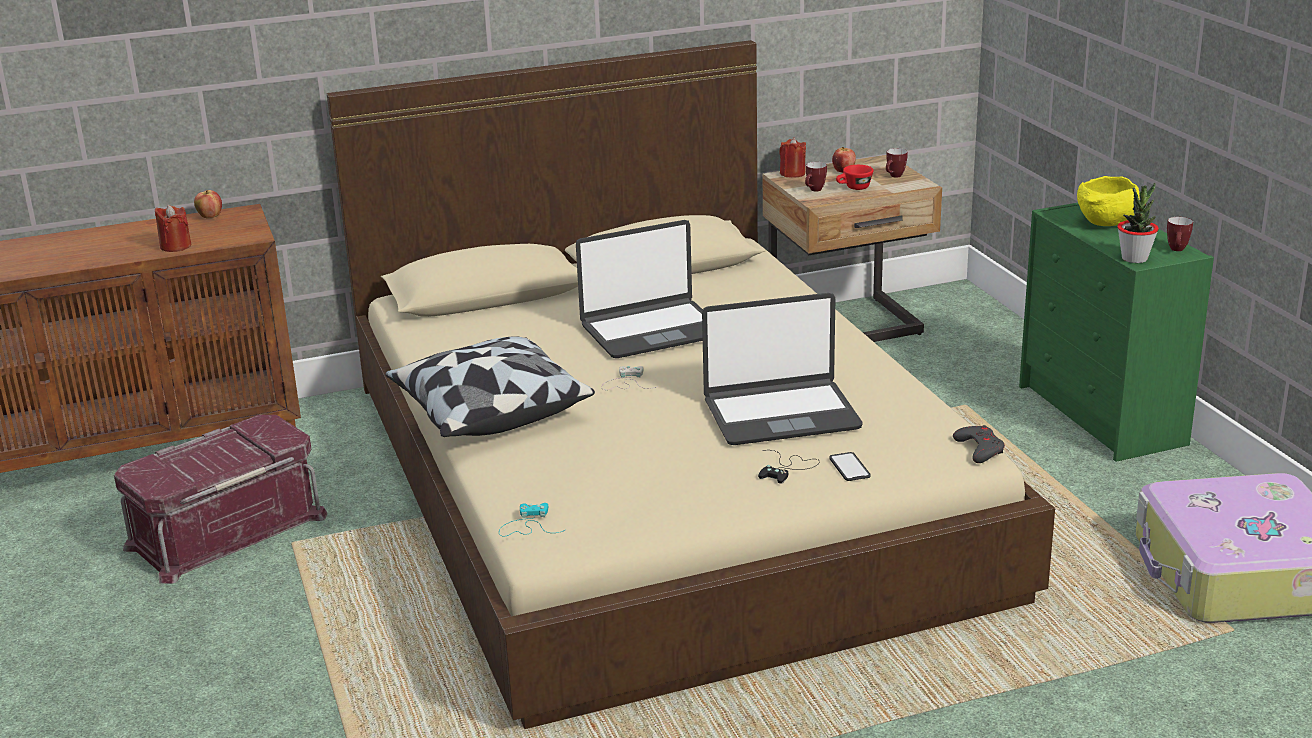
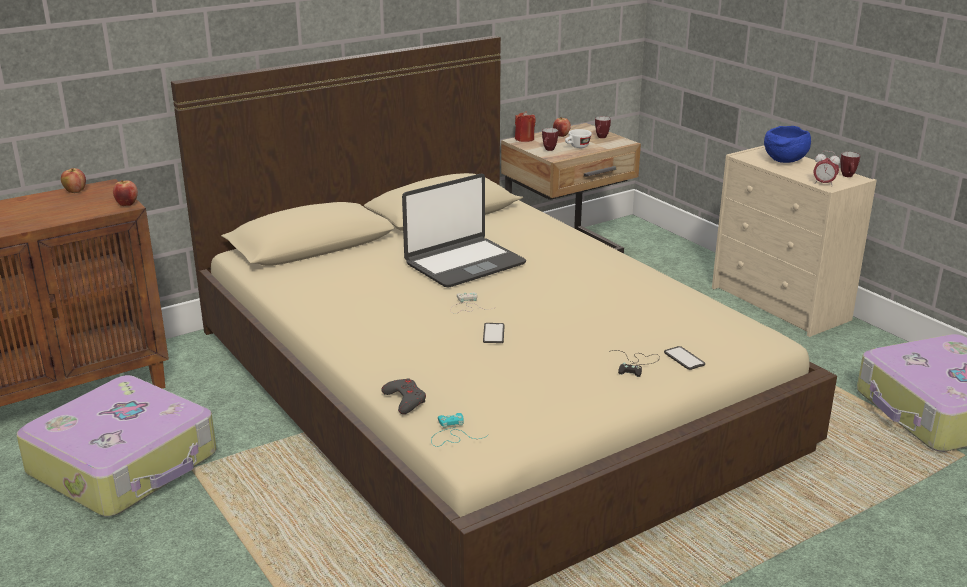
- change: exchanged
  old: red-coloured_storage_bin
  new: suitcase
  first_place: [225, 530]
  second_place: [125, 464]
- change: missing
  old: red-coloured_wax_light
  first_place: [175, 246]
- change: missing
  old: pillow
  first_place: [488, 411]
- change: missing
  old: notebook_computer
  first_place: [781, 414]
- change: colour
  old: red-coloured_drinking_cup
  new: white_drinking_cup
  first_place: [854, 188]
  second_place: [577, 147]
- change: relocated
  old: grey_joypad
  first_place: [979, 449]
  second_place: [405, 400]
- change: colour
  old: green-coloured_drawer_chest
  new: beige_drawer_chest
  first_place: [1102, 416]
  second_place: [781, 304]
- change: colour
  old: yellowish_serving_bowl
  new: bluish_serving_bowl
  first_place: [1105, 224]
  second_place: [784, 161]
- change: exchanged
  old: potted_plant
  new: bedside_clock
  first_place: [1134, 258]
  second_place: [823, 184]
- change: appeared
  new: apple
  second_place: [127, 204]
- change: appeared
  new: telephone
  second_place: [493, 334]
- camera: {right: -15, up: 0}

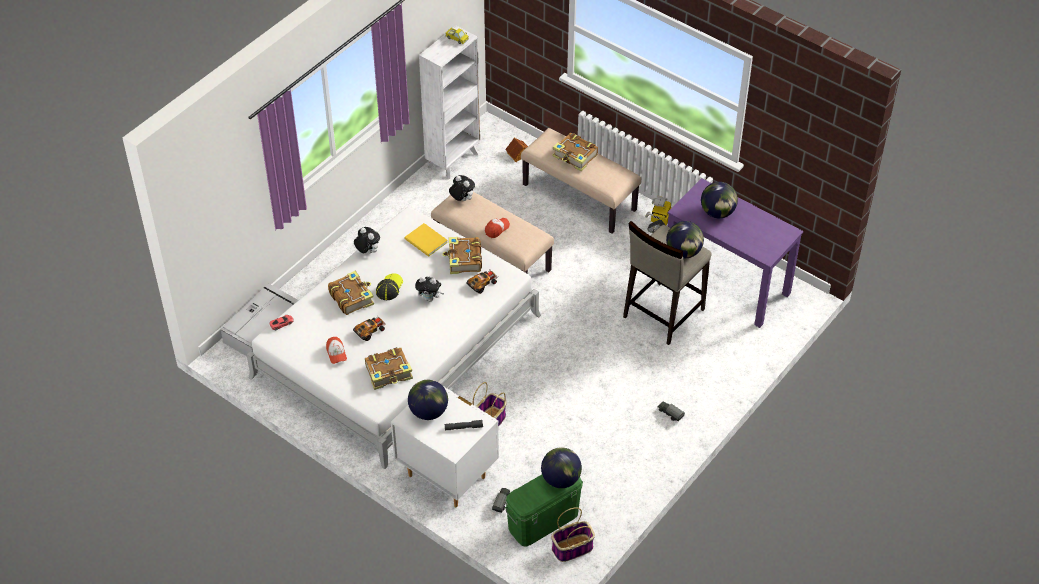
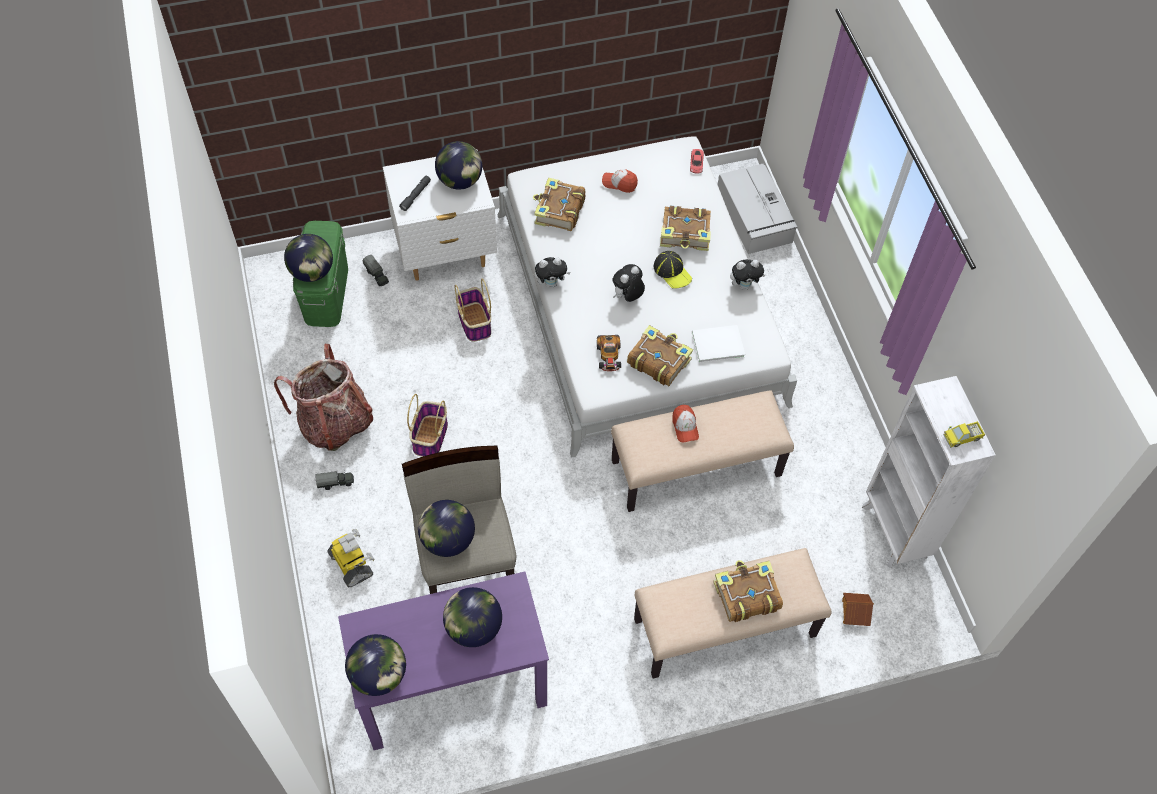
- change: missing
  old: toy_car
  first_place: [370, 330]
- change: colour
  old: yellowish_book
  new: white_book
  first_place: [426, 242]
  second_place: [716, 343]
- change: relocated
  old: plush_toy
  first_place: [462, 199]
  second_place: [551, 283]
- change: relocated
  old: storage_basket
  first_place: [572, 548]
  second_place: [430, 436]
- change: relocated
  old: model_robot
  first_place: [660, 223]
  second_place: [352, 564]
- change: appeared
  new: backpack
  second_place: [334, 423]
- change: appeared
  new: globe
  second_place: [379, 675]
- camera: {right: 125, up: 10}

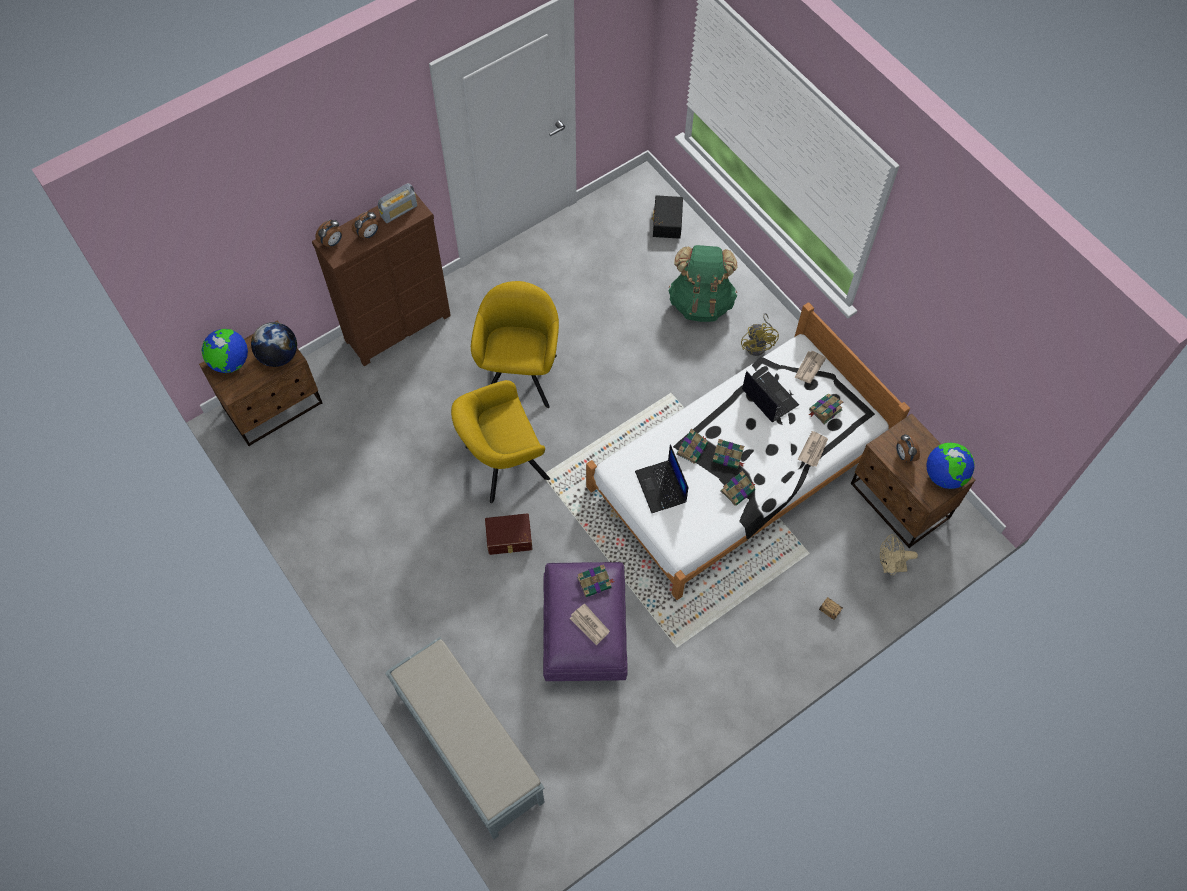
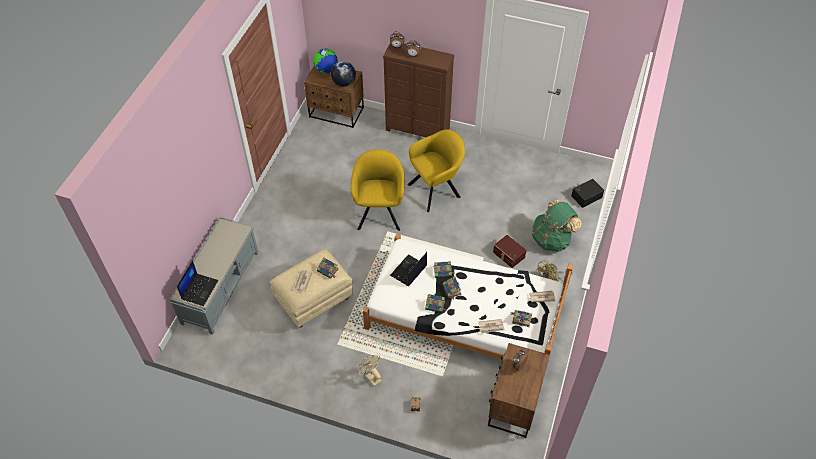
- change: missing
  old: radio_receiver
  first_place: [399, 211]
- change: spun
  old: yellowish_easy_chair
  first_place: [502, 464]
  second_place: [379, 212]
  degrees: 60
- change: relocated
  old: brownish_storage_bin
  first_place: [509, 539]
  second_place: [508, 255]
- change: colour
  old: purple-coloured_pouffe
  new: beige_pouffe
  first_place: [584, 633]
  second_place: [314, 299]
- change: relocated
  old: notebook_computer
  first_place: [768, 397]
  second_place: [199, 289]
- change: relocated
  old: beige_fan
  first_place: [889, 566]
  second_place: [371, 377]
- change: missing
  old: globe
  first_place: [944, 476]
- camera: {right: 55, up: -10}

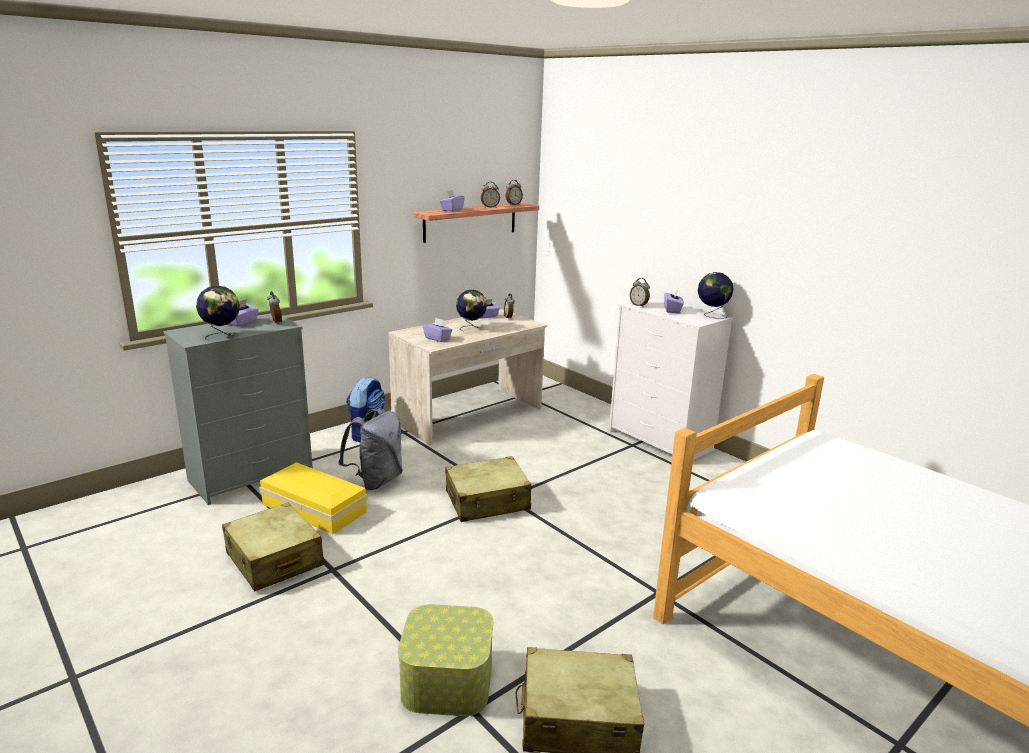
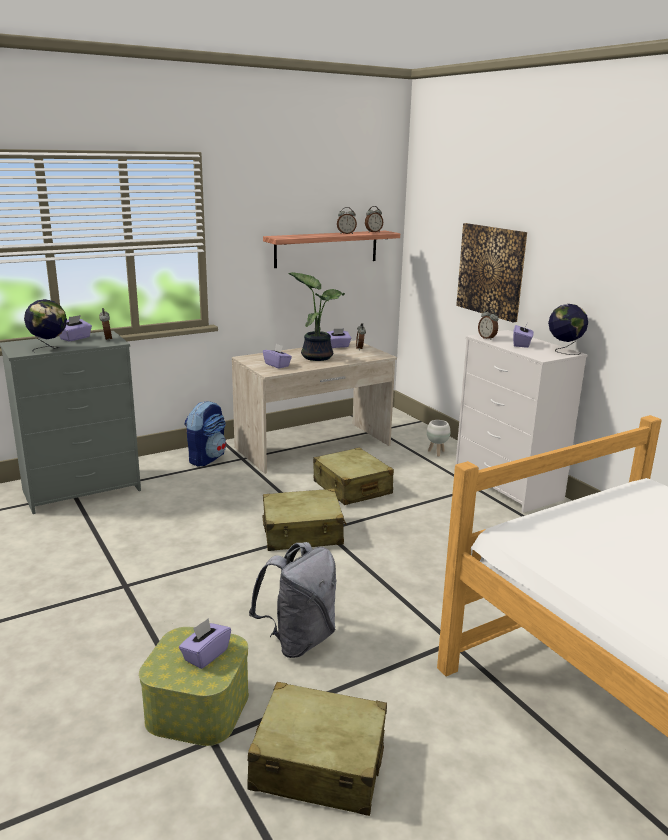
- change: relocated
  old: beige_suitcase
  first_place: [274, 560]
  second_place: [352, 488]
- change: missing
  old: yellowish_storage_bin
  first_place: [314, 507]
- change: relocated
  old: grey_backpack
  first_place: [376, 481]
  second_place: [298, 640]
- change: relocated
  old: purple-coloured_tissue_holder
  first_place: [452, 210]
  second_place: [205, 655]
- change: exchanged
  old: globe
  new: potted_plant
  first_place: [471, 328]
  second_place: [316, 356]
- change: appeared
  new: white_planter
  second_place: [436, 453]
- change: appeared
  new: wall_art
  second_place: [491, 271]
- camera: {right: 10, up: 0}

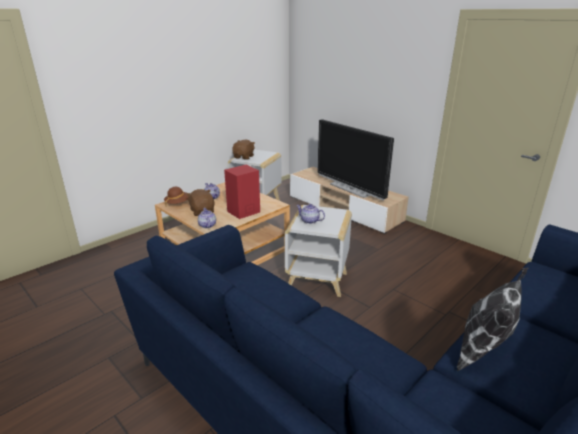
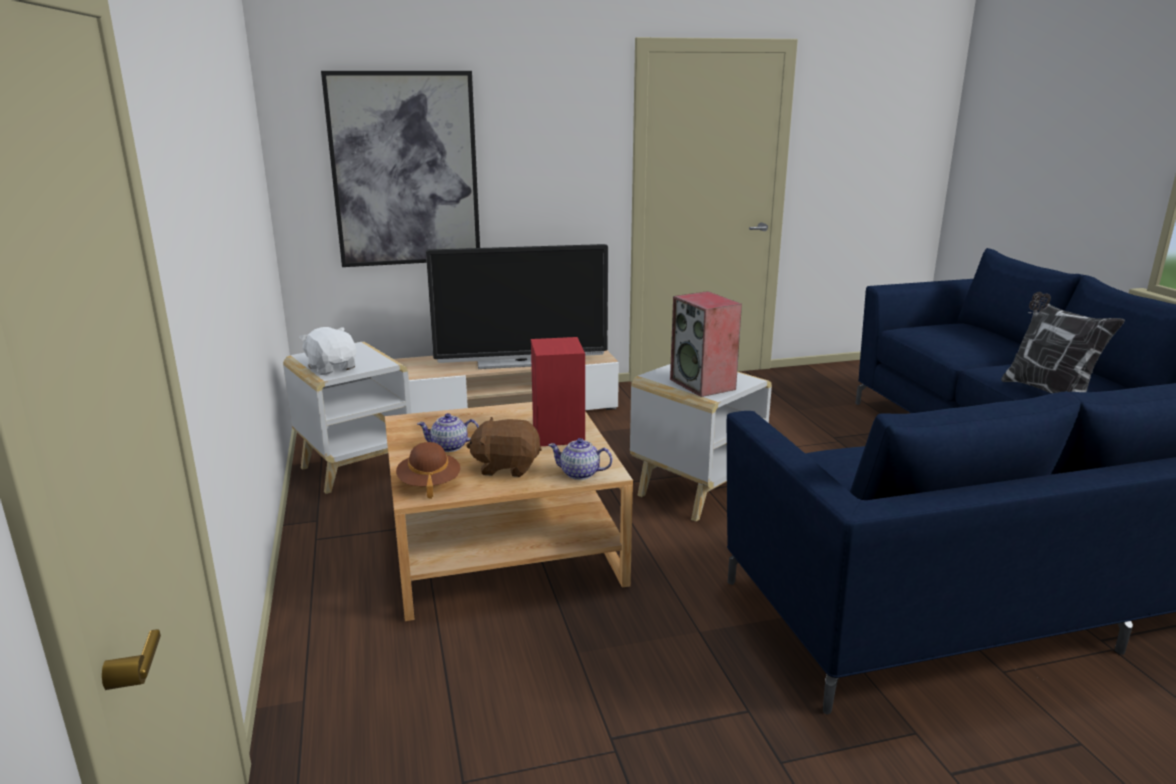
- change: colour
  old: brownish_plush_toy
  new: white_plush_toy
  first_place: [244, 157]
  second_place: [332, 368]
- change: exchanged
  old: teapot
  new: loudspeaker
  first_place: [310, 221]
  second_place: [703, 384]
- change: appeared
  new: wall_art
  second_place: [405, 170]
- camera: {right: -60, up: -5}

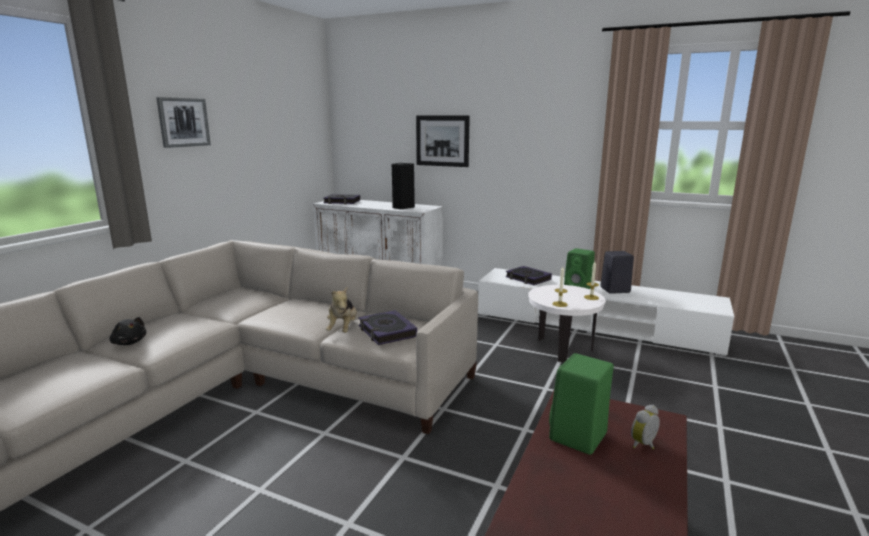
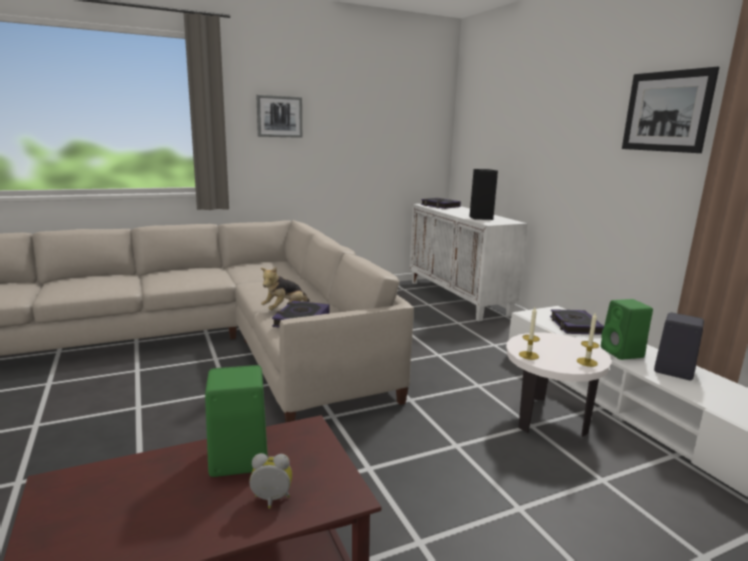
- change: missing
  old: black_plush_toy
  first_place: [129, 342]
- change: relocated
  old: wall_art
  first_place: [442, 141]
  second_place: [666, 111]
- camera: {right: 40, up: 0}

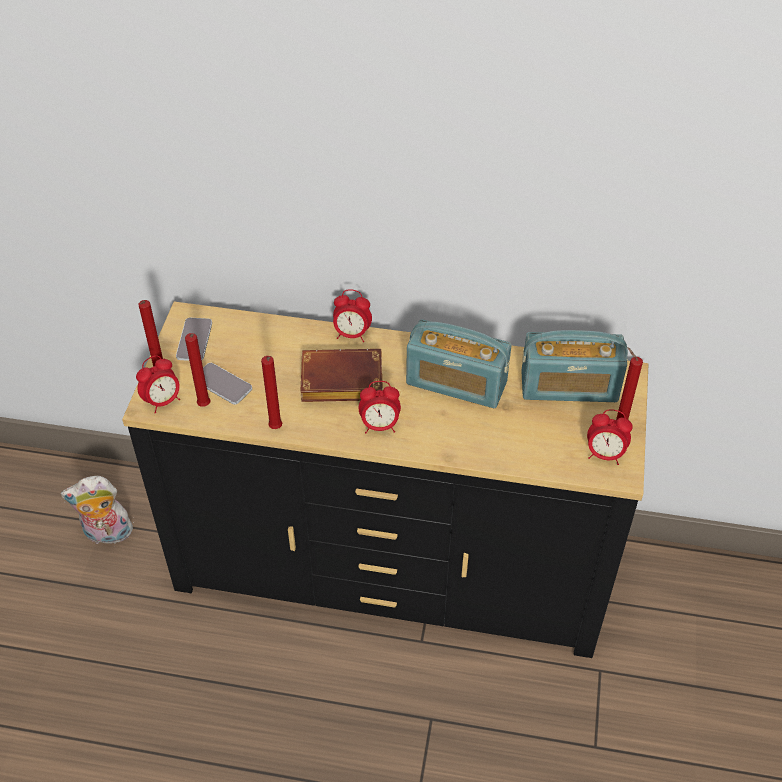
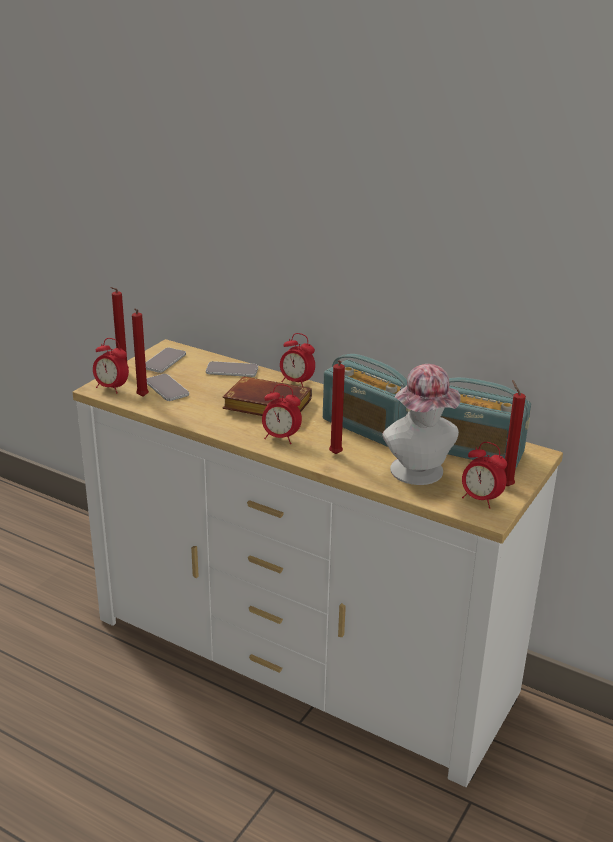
- change: missing
  old: plush_toy
  first_place: [107, 535]
- change: colour
  old: black_drawer_chest
  new: white_drawer_chest
  first_place: [391, 565]
  second_place: [302, 655]
- change: spun
  old: bedside_clock
  first_place: [163, 401]
  second_place: [111, 388]
  degrees: 45
- change: relocated
  old: red-coloured_wax_light
  first_place: [276, 429]
  second_place: [335, 455]
- change: appeared
  new: telephone
  second_place: [232, 370]
- change: appeared
  new: clothing_hat
  second_place: [420, 474]
- camera: {right: 20, up: -20}

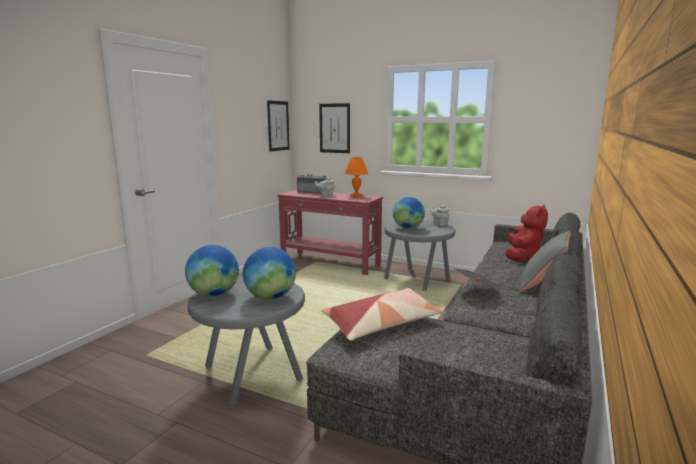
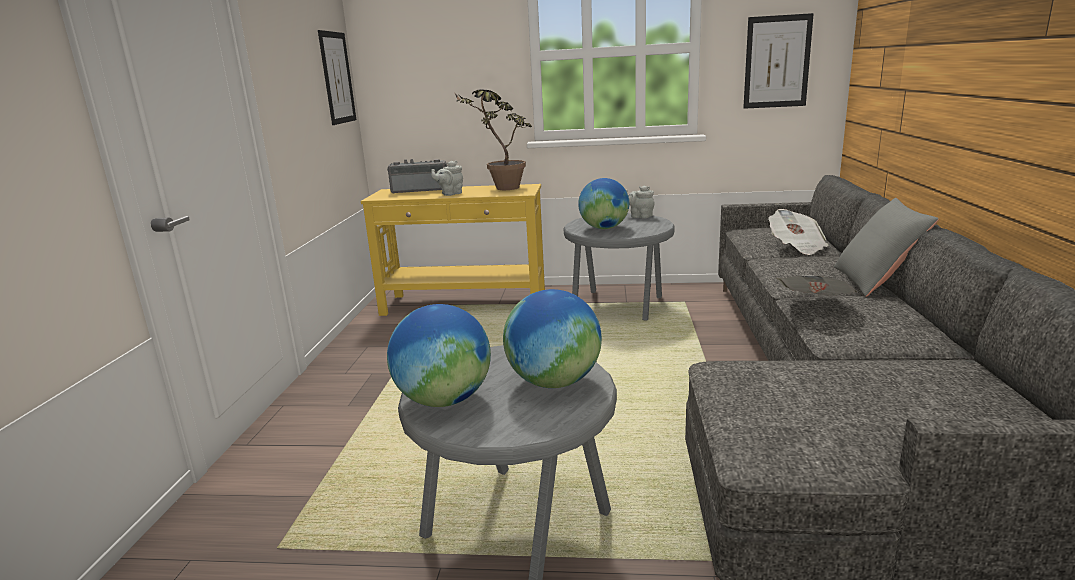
- change: colour
  old: red-coloured_hall_table
  new: yellowish_hall_table
  first_place: [330, 263]
  second_place: [465, 304]
- change: relocated
  old: wall_art
  first_place: [334, 128]
  second_place: [777, 62]
- change: missing
  old: pillow
  first_place: [382, 324]
- change: exchanged
  old: orange_lamp_for_a_table
  new: potted_plant
  first_place: [356, 196]
  second_place: [499, 188]
- change: exchanged
  old: red-coloured_plush_toy
  new: daily_paper
  first_place: [522, 257]
  second_place: [796, 247]
- camera: {right: -20, up: 5}

